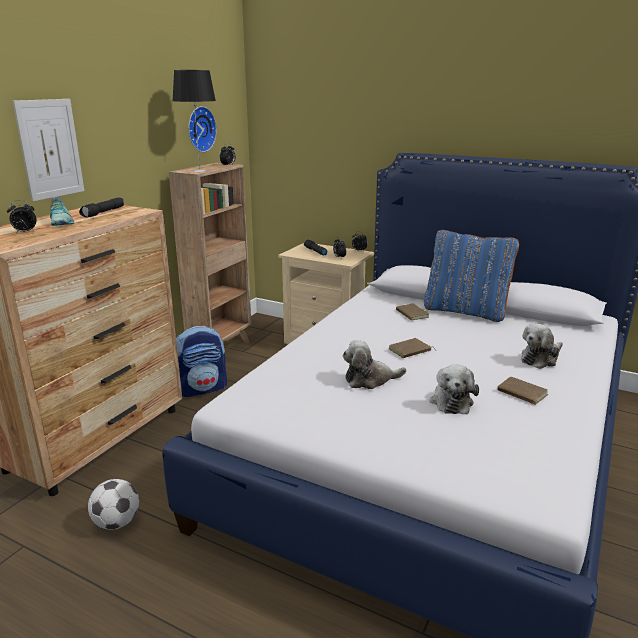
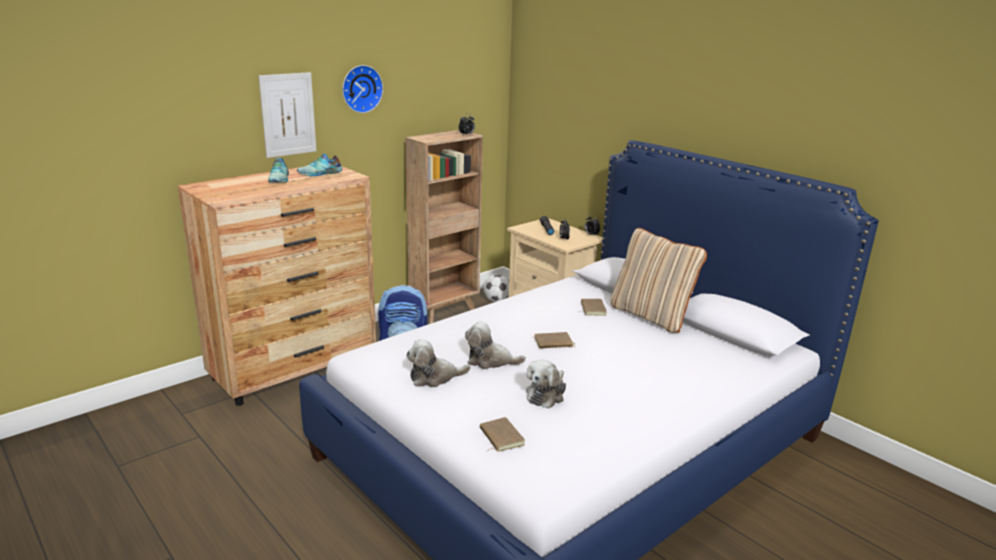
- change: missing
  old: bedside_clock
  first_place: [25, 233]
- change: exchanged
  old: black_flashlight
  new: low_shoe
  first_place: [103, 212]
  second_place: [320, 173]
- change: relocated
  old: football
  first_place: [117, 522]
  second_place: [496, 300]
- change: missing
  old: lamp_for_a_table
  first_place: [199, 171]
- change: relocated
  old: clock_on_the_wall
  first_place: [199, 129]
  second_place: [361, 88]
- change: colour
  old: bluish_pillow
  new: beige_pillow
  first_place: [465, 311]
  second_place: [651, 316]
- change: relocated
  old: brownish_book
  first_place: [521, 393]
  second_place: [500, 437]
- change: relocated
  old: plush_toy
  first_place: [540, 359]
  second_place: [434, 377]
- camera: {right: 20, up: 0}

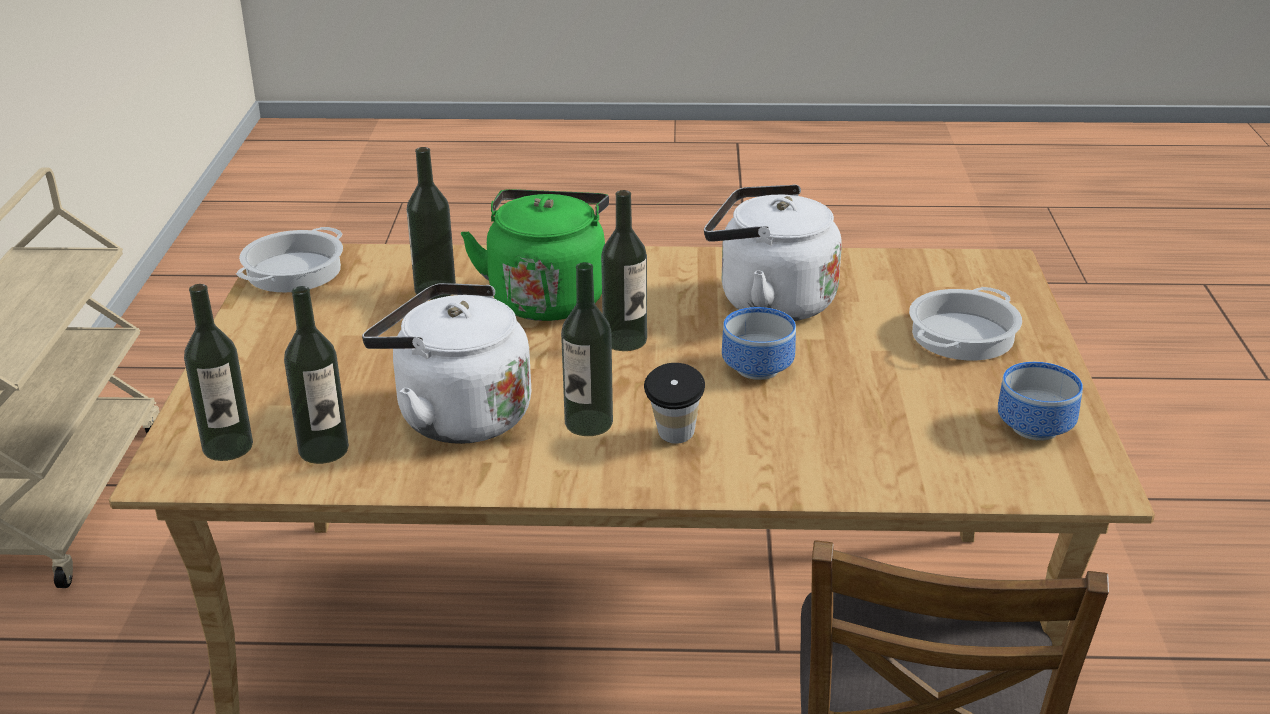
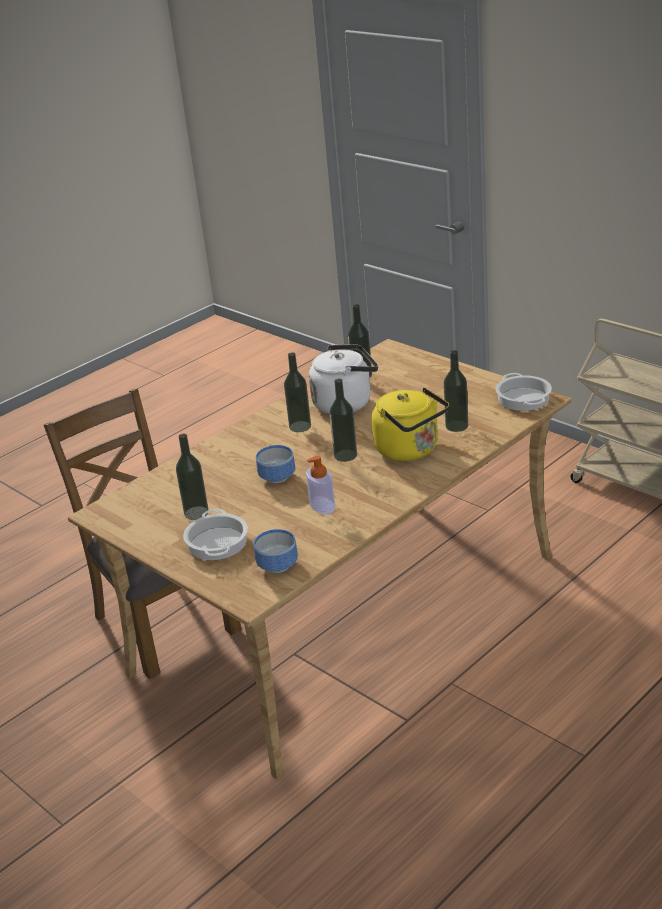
- change: relocated
  old: bottle
  first_place: [228, 447]
  second_place: [196, 513]
- change: colour
  old: green-coloured_tea_kettle
  new: yellowish_tea_kettle
  first_place: [547, 297]
  second_place: [410, 450]
- change: missing
  old: drinking_cup
  first_place: [674, 441]
- change: exchanged
  old: white_tea_kettle
  new: liquid_soap_bottle
  first_place: [769, 302]
  second_place: [322, 505]
- change: relocated
  old: serving_bowl
  first_place: [1032, 426]
  second_place: [279, 565]
- camera: {right: 135, up: 0}

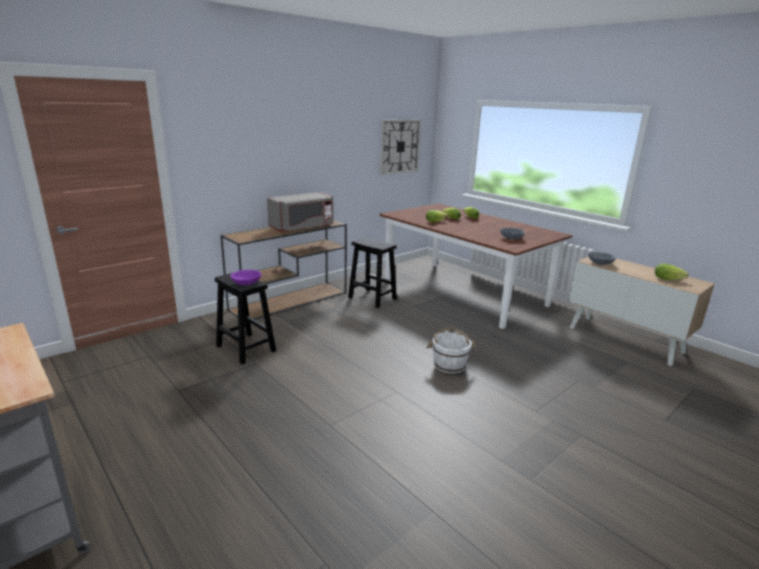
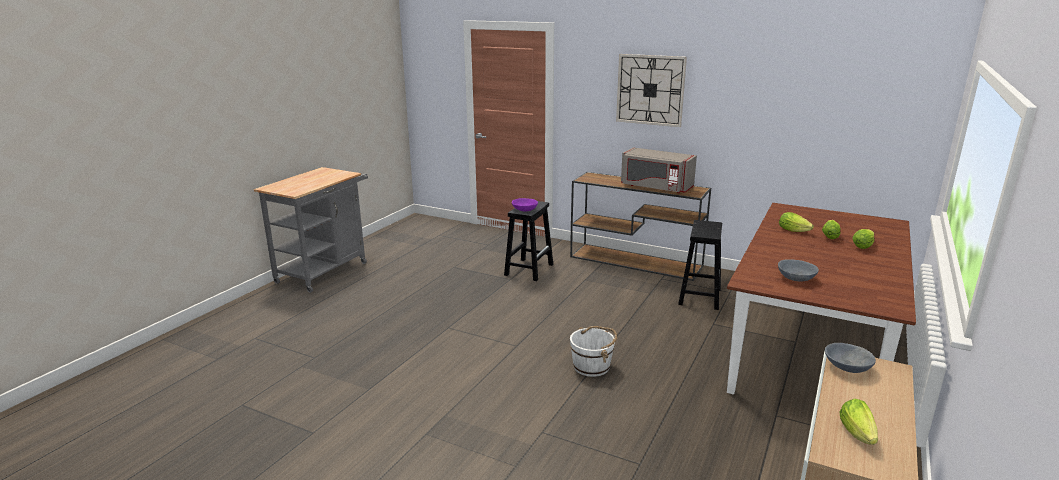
- change: relocated
  old: clock_on_the_wall
  first_place: [400, 146]
  second_place: [650, 90]
- camera: {right: 70, up: 0}

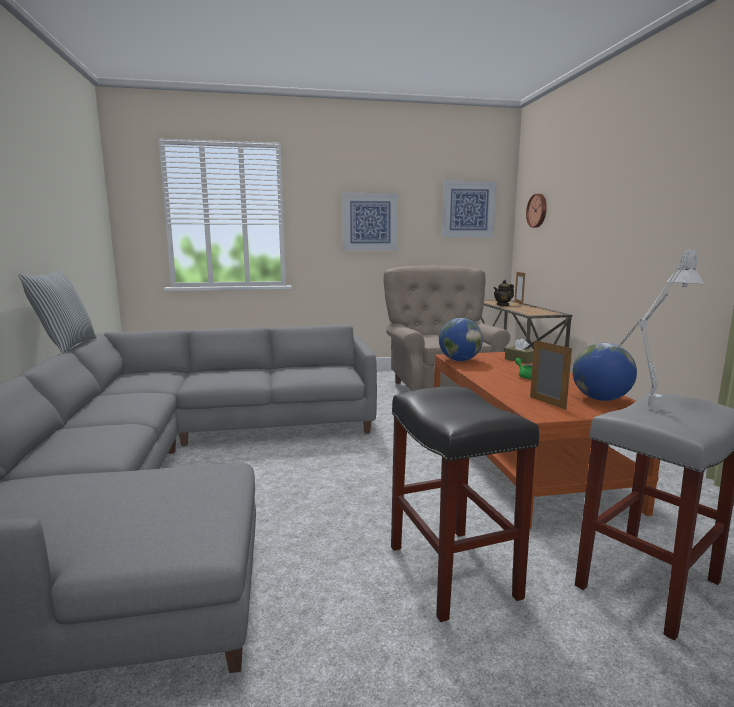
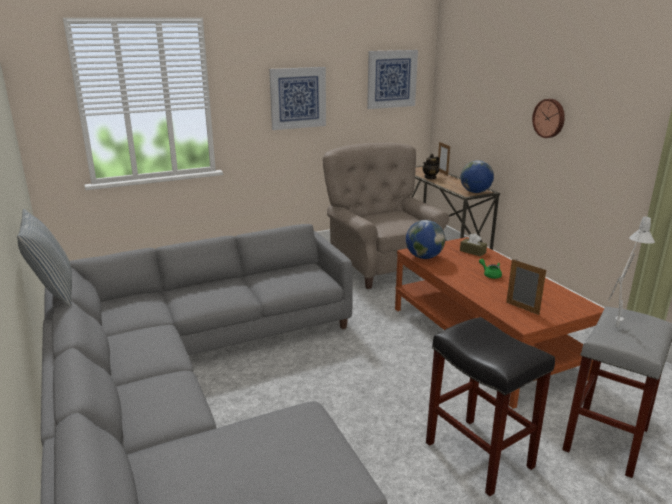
- change: relocated
  old: clock_on_the_wall
  first_place: [537, 210]
  second_place: [549, 118]
- change: relocated
  old: globe
  first_place: [600, 399]
  second_place: [475, 192]
- camera: {right: -15, up: 10}

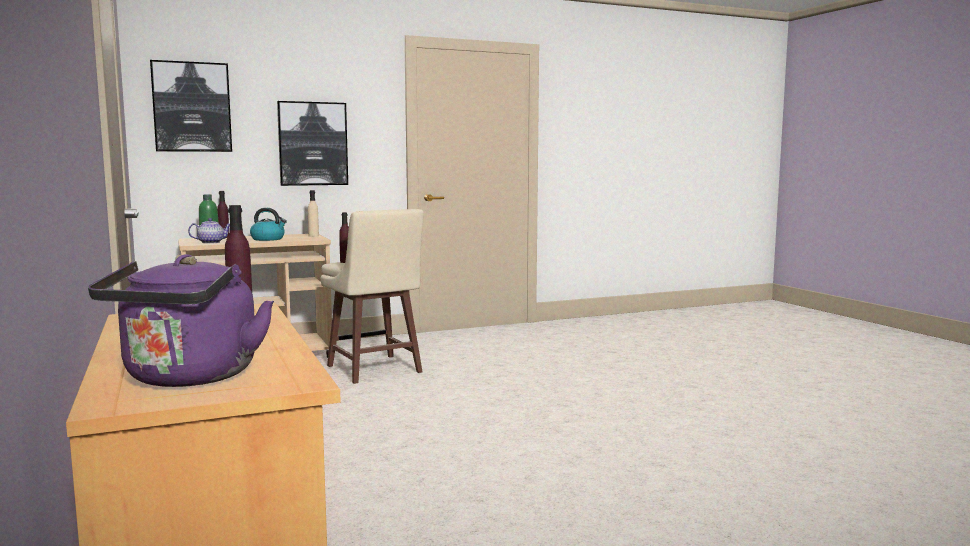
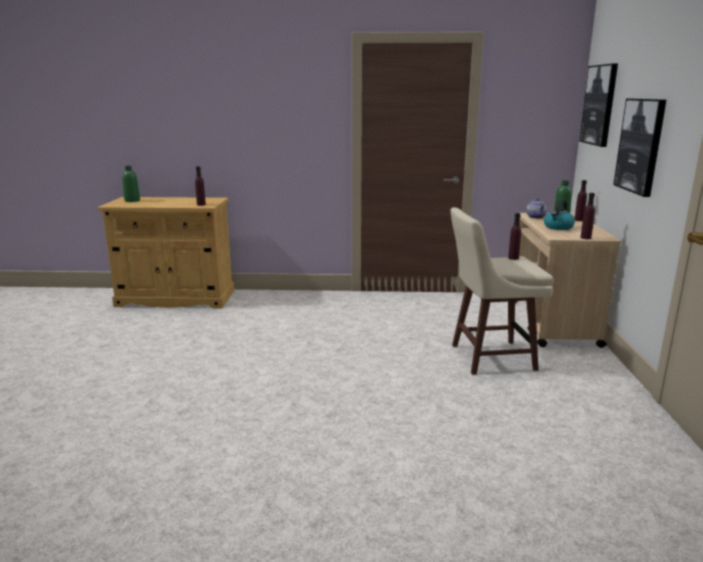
- change: exchanged
  old: purple-coloured_tea_kettle
  new: green-coloured_bottle
  first_place: [188, 378]
  second_place: [132, 200]
- change: colour
  old: beige_bottle
  new: purple-coloured_bottle
  first_place: [313, 236]
  second_place: [585, 238]
- camera: {right: 115, up: 10}

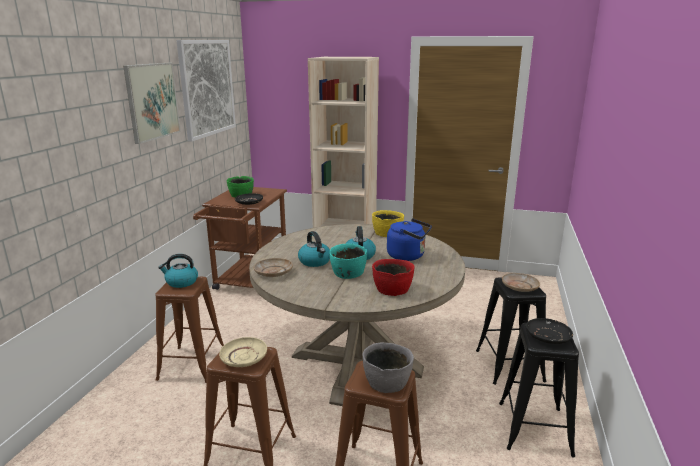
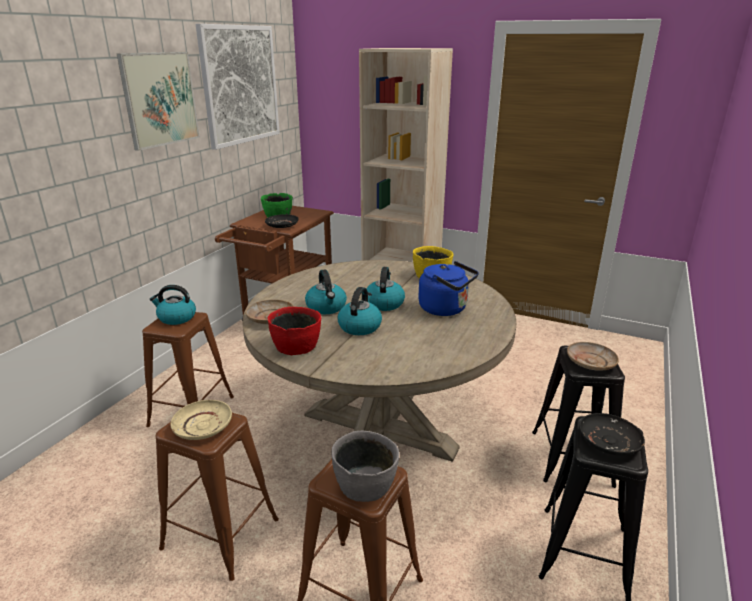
- change: exchanged
  old: turquoise-coloured_serving_bowl
  new: tea_kettle
  first_place: [347, 273]
  second_place: [359, 326]
- change: relocated
  old: red-coloured_serving_bowl
  first_place: [392, 289]
  second_place: [296, 345]
- camera: {right: 10, up: 5}

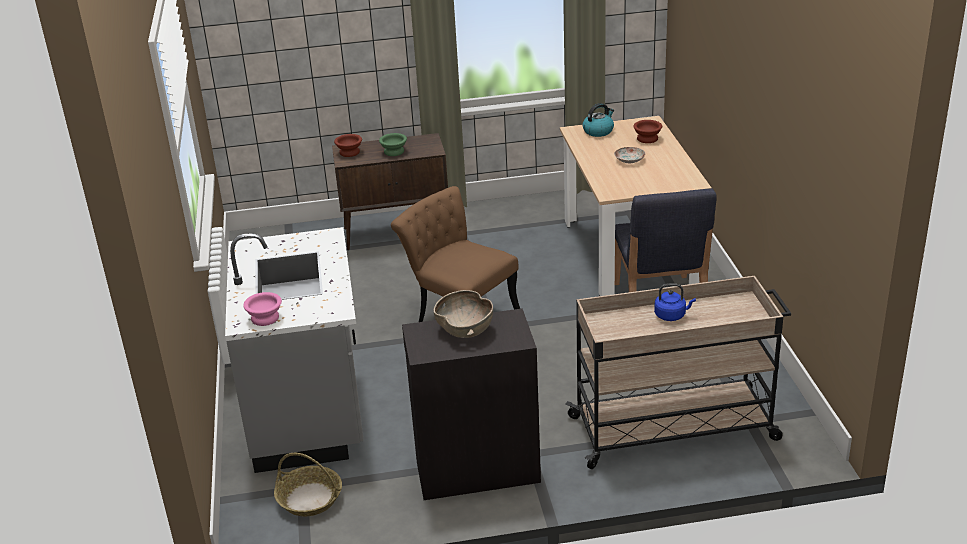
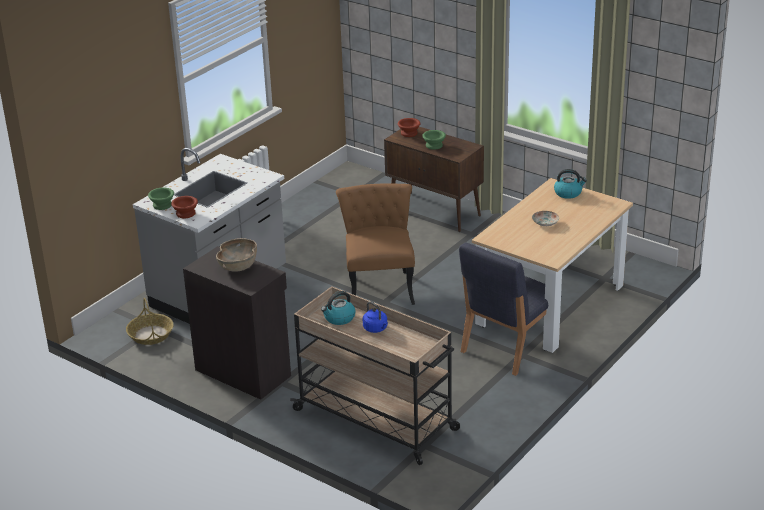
- change: colour
  old: pink-coloured_serving_bowl
  new: green-coloured_serving_bowl
  first_place: [266, 318]
  second_place: [163, 205]
- change: relocated
  old: brownish_serving_bowl
  first_place: [646, 138]
  second_place: [185, 213]
- change: appeared
  new: tea_kettle
  second_place: [339, 318]
- camera: {right: 45, up: 0}

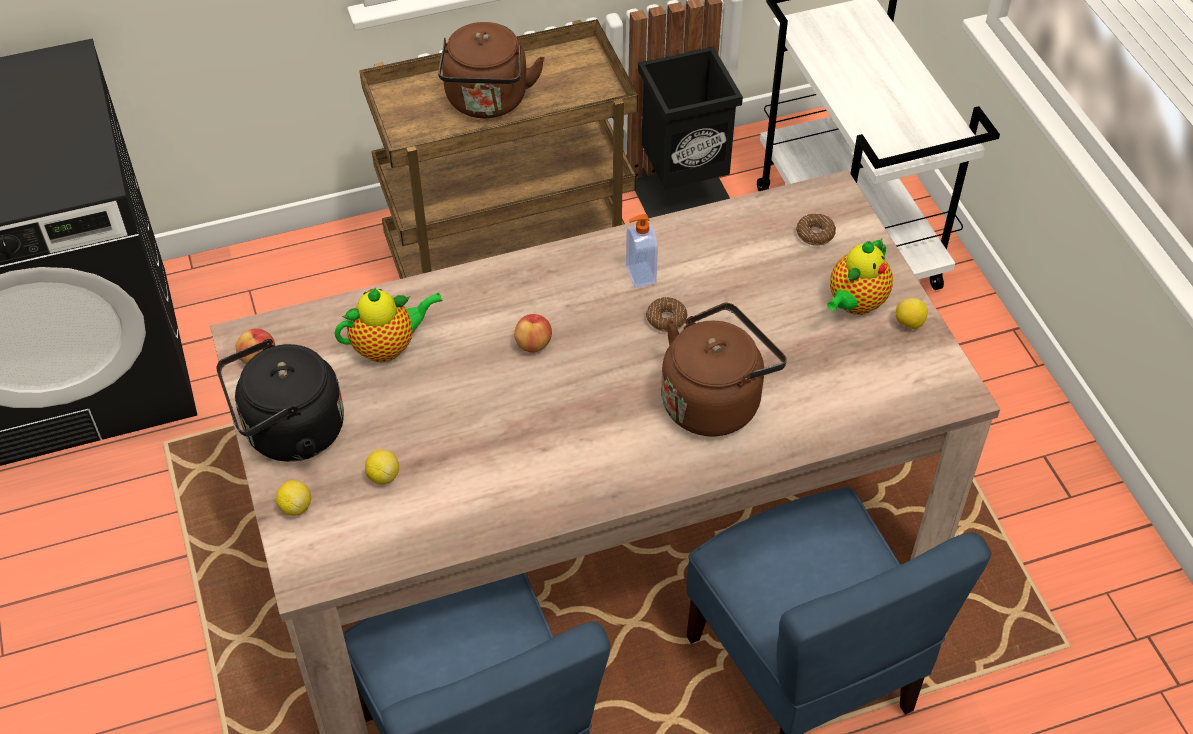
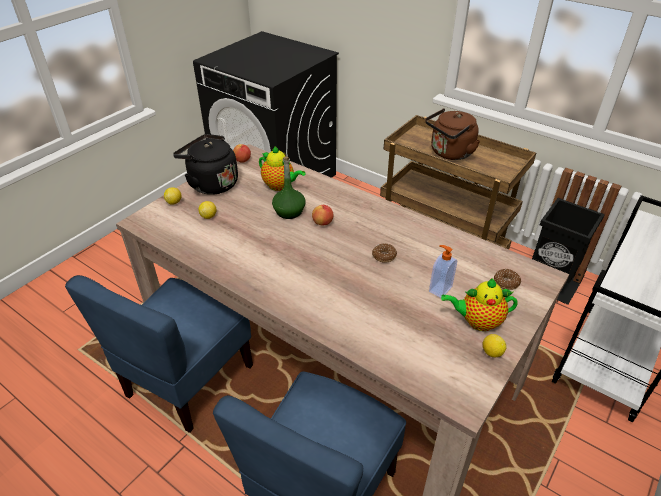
- change: relocated
  old: liquid_soap_bottle
  first_place: [639, 275]
  second_place: [439, 289]
- change: missing
  old: brownish_tea_kettle
  first_place: [715, 400]
- change: appeared
  new: green-coloured_bottle
  second_place: [289, 211]
- camera: {right: 55, up: -10}

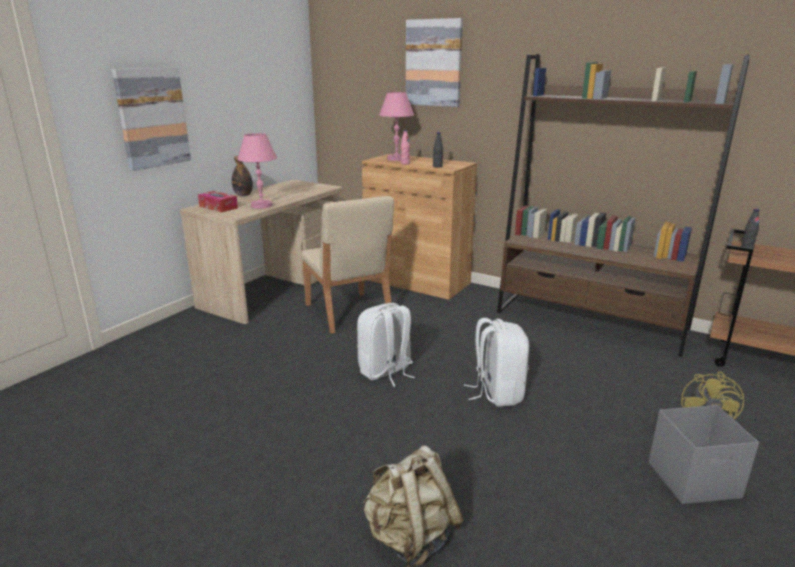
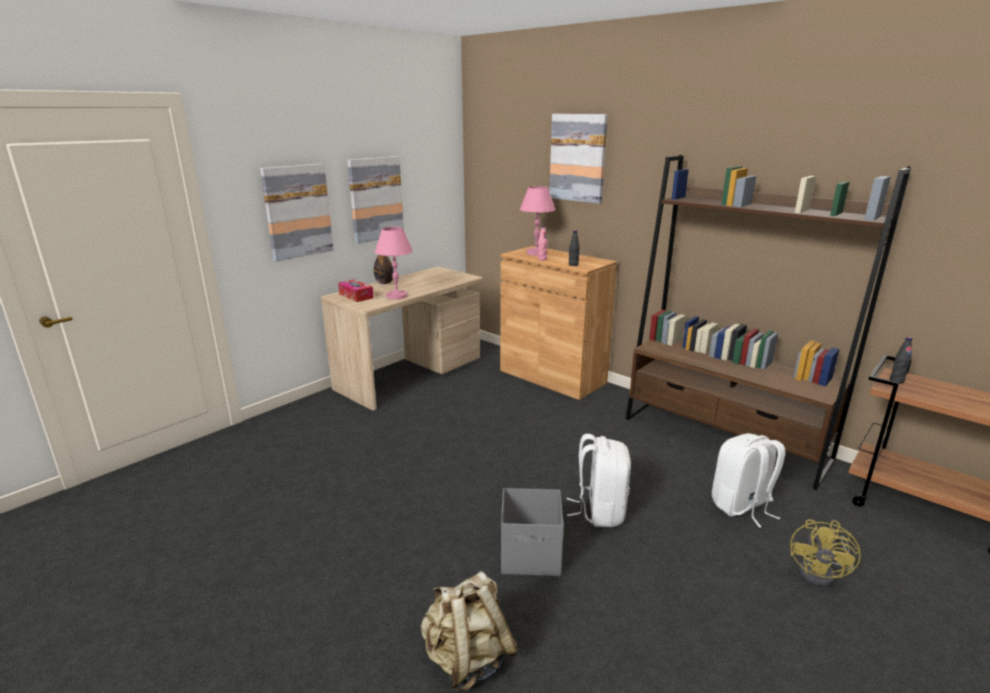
- change: missing
  old: beige_upright_chair
  first_place: [348, 312]
- change: relocated
  old: white_backpack
  first_place: [386, 371]
  second_place: [741, 506]
- change: relocated
  old: grey_storage_bin
  first_place: [694, 480]
  second_place: [531, 556]
- change: appeared
  new: wall_art
  second_place: [375, 199]
- camera: {right: 10, up: 0}

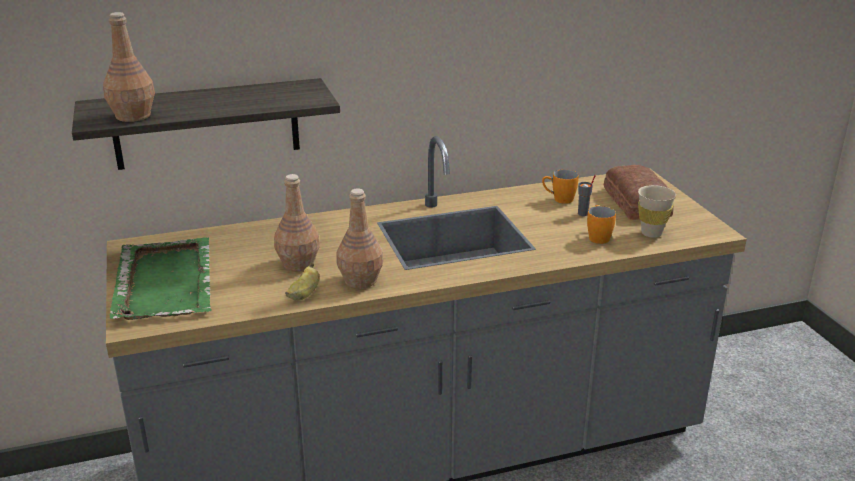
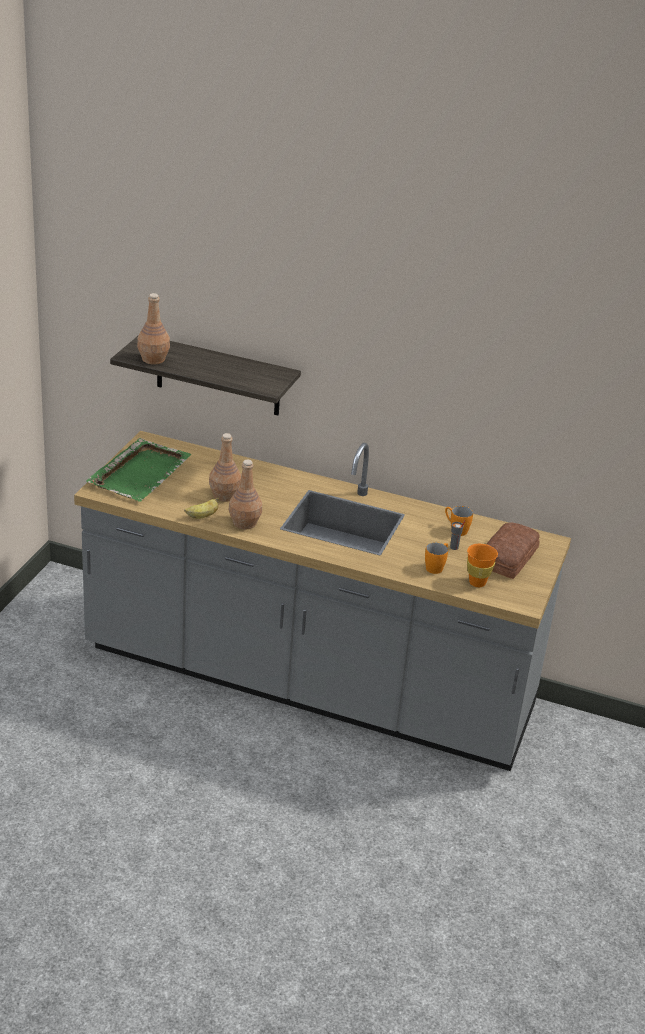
- change: colour
  old: beige_drinking_cup
  new: orange_drinking_cup
  first_place: [651, 233]
  second_place: [477, 582]
- camera: {right: 35, up: 5}

